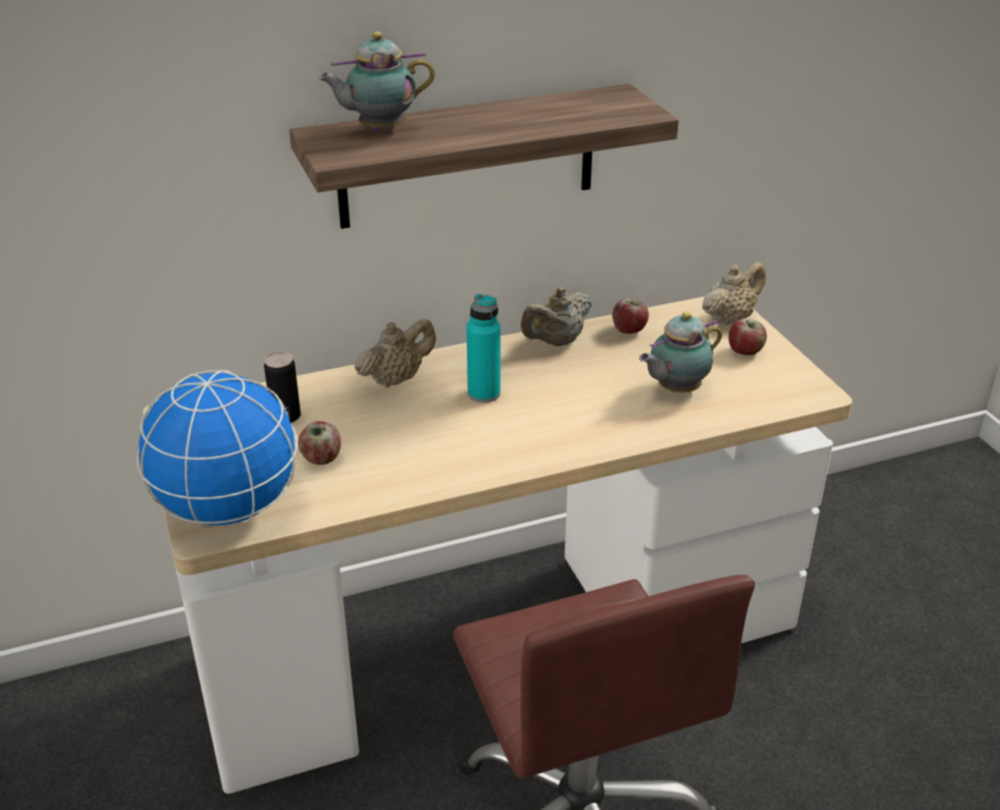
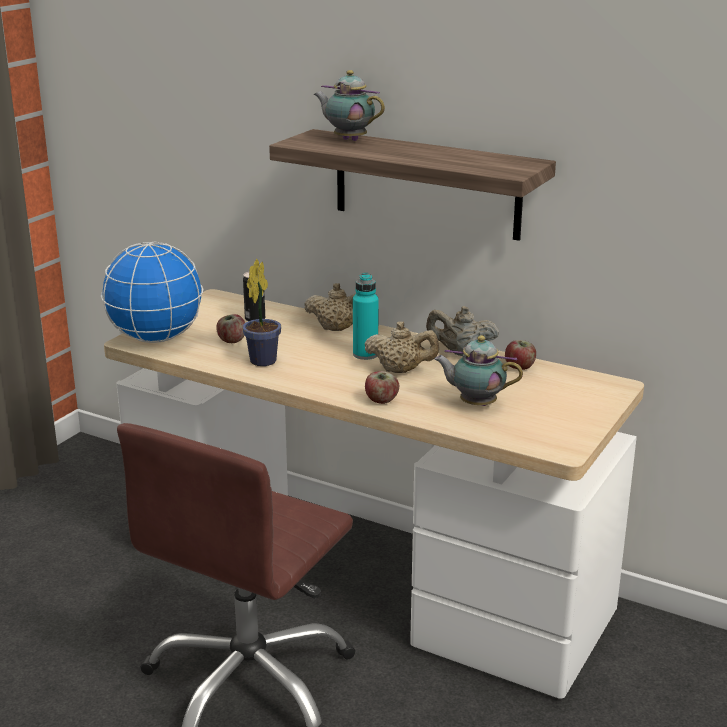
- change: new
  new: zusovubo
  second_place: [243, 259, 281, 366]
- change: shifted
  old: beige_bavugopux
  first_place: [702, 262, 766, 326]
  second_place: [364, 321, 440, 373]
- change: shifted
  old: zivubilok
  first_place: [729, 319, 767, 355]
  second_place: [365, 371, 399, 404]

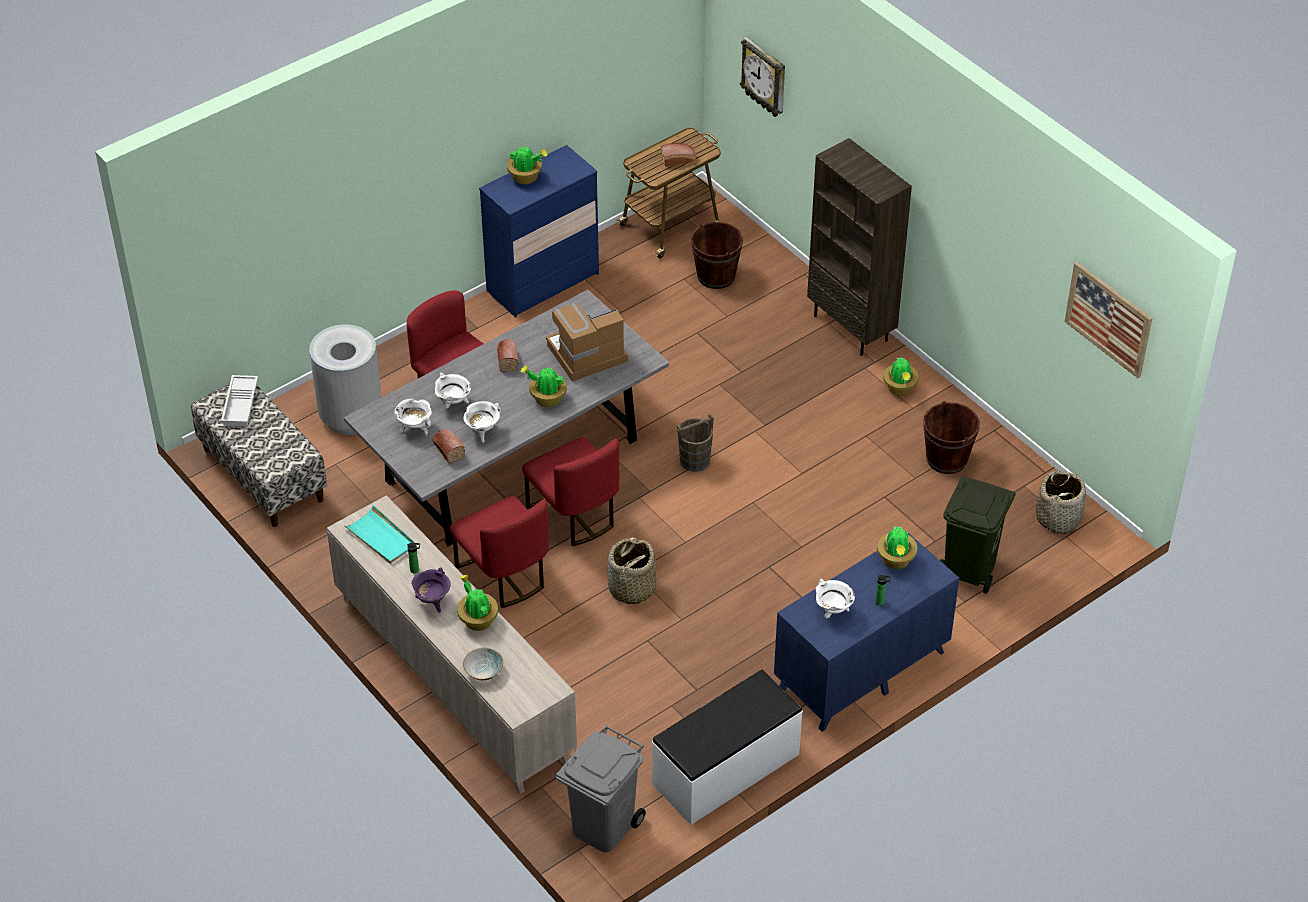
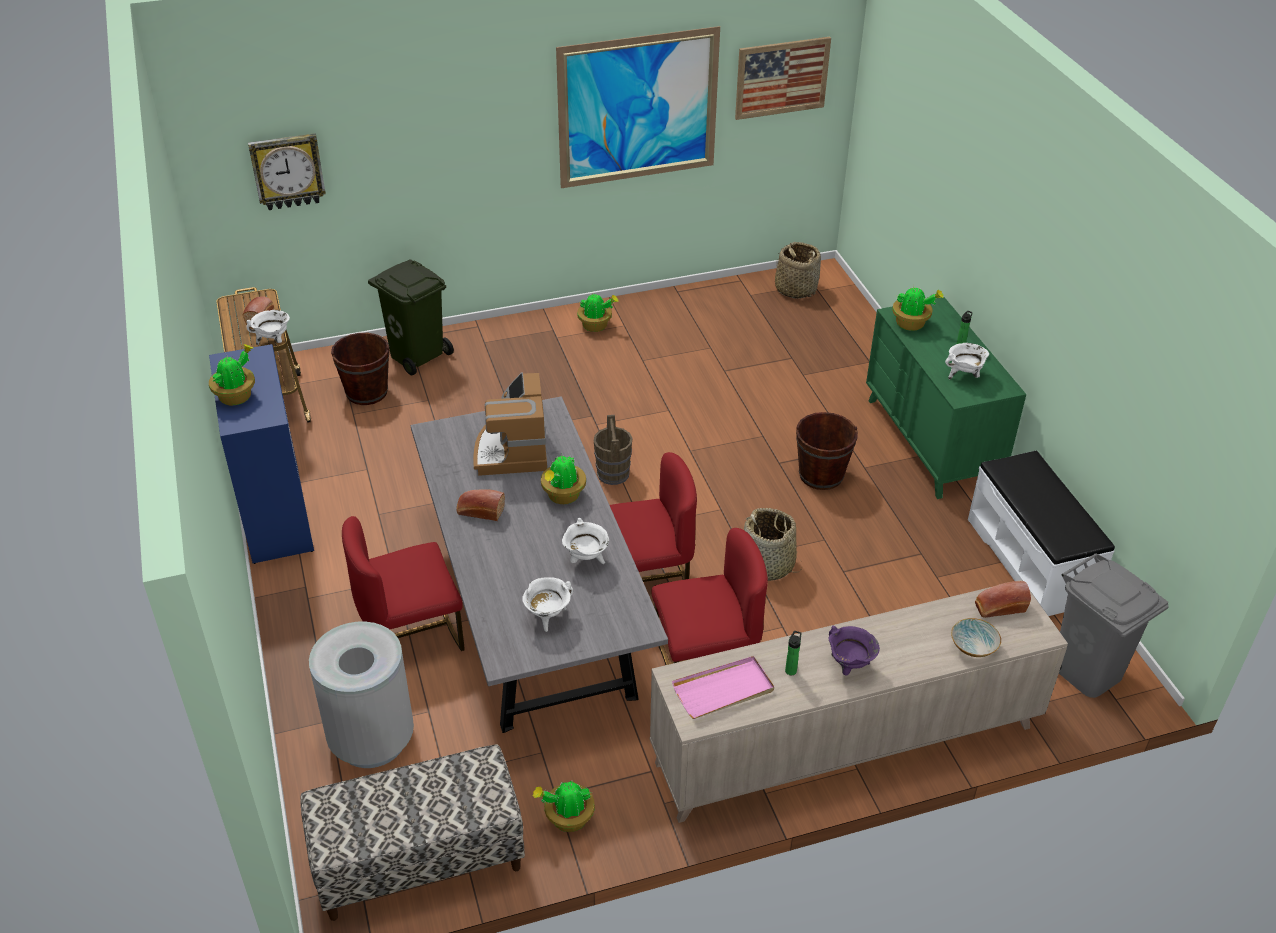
- change: shifted
  old: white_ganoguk
  first_place: [435, 373, 471, 409]
  second_place: [246, 310, 290, 345]
- change: shifted
  old: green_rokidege
  first_place: [940, 476, 1015, 594]
  second_place: [368, 259, 454, 376]
- change: shifted
  old: zusovubo
  first_place: [457, 574, 498, 631]
  second_place: [533, 780, 595, 832]
- change: new
  new: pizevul
  second_place: [556, 26, 720, 188]
- change: repainted
  old: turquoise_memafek
  new: pink_memafek
  first_place: [345, 505, 415, 564]
  second_place: [672, 656, 774, 719]
- change: shifted
  old: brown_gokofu
  first_place: [923, 401, 980, 474]
  second_place: [796, 412, 858, 490]
- change: repainted
  old: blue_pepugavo
  new: green_pepugavo
  first_place: [774, 532, 959, 732]
  second_place: [866, 297, 1026, 499]
- change: shifted
  old: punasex
  first_place: [432, 429, 465, 464]
  second_place: [975, 581, 1031, 618]
- change: gone
  old: white_memafek
  first_place: [221, 375, 258, 427]
- change: gone
  old: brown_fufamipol
  first_place: [807, 138, 912, 356]

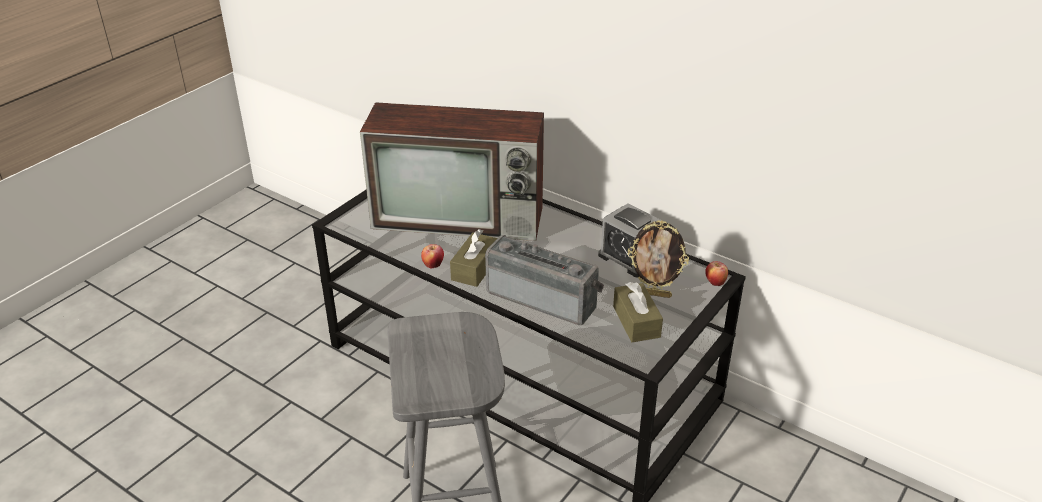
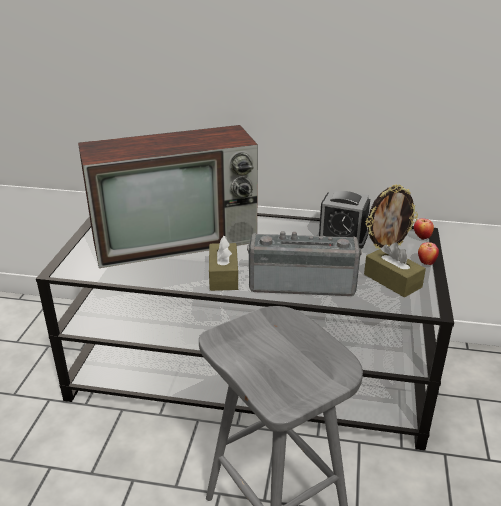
- change: shifted
  old: zivubilok
  first_place: [421, 244, 444, 269]
  second_place: [418, 242, 439, 265]

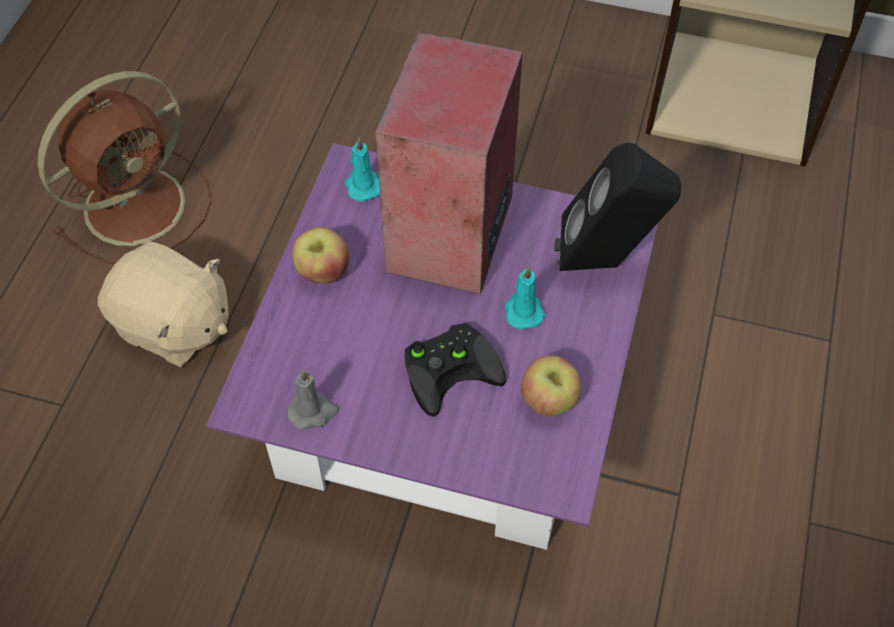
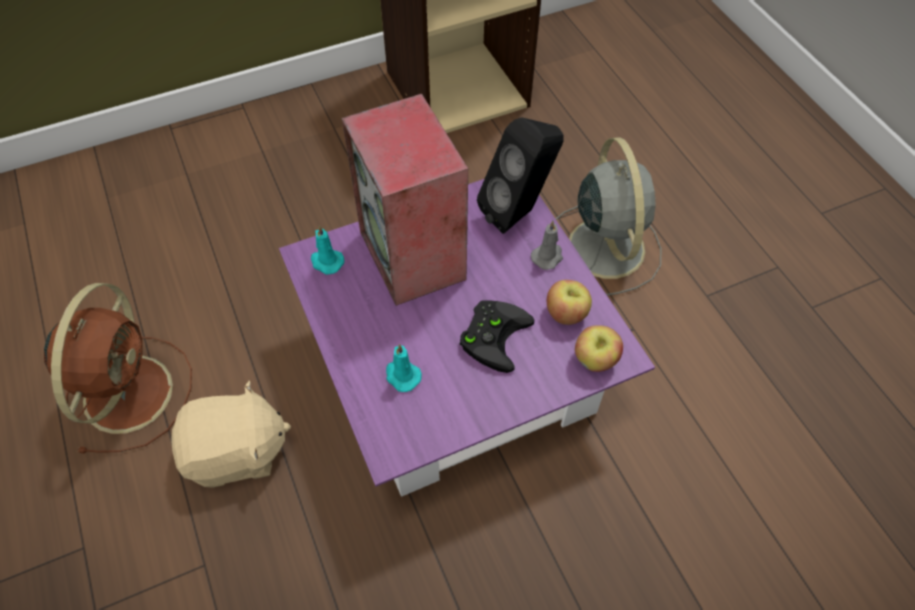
- change: shifted
  old: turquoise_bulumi
  first_place: [505, 266, 545, 329]
  second_place: [386, 344, 422, 392]
- change: shifted
  old: grey_bulumi
  first_place: [287, 370, 339, 430]
  second_place: [531, 221, 563, 270]
- change: new
  new: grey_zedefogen
  second_place: [556, 137, 661, 296]
- change: shifted
  old: zivubilok
  first_place: [292, 227, 350, 283]
  second_place: [575, 325, 623, 372]

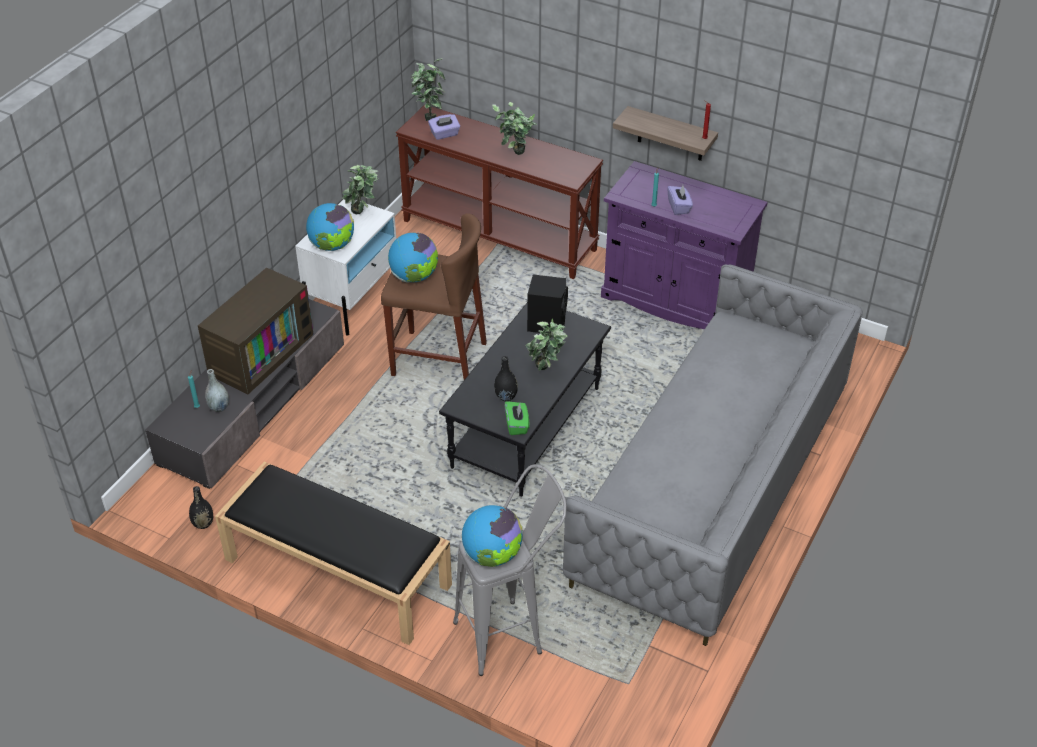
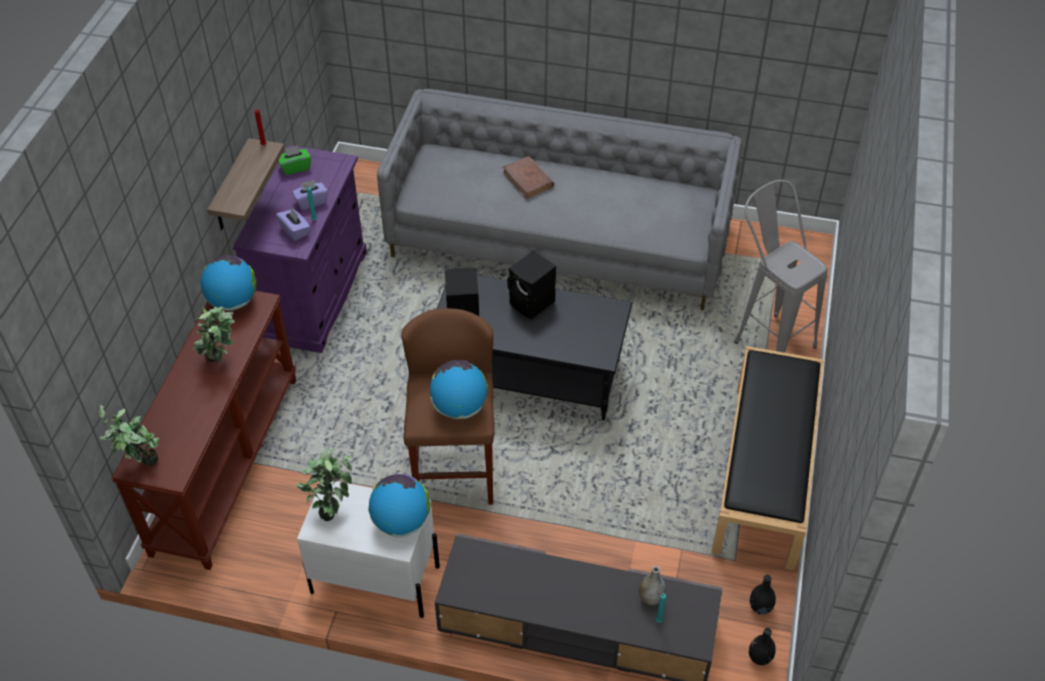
- change: shifted
  old: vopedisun
  first_place: [462, 505, 523, 567]
  second_place: [200, 255, 256, 311]
- change: shifted
  old: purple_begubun
  first_place: [428, 114, 460, 140]
  second_place: [276, 207, 310, 241]
- change: shifted
  old: green_begubun
  first_place: [505, 401, 529, 435]
  second_place: [278, 146, 311, 175]
- change: new
  new: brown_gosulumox
  second_place: [502, 156, 554, 199]
- change: swapped
  old: zusovubo
  new: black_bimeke
  first_place: [525, 318, 568, 371]
  second_place: [507, 250, 556, 319]
- change: shifted
  old: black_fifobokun
  first_place: [494, 356, 518, 401]
  second_place: [749, 628, 776, 665]
- change: gone
  old: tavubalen
  first_place: [198, 267, 314, 394]

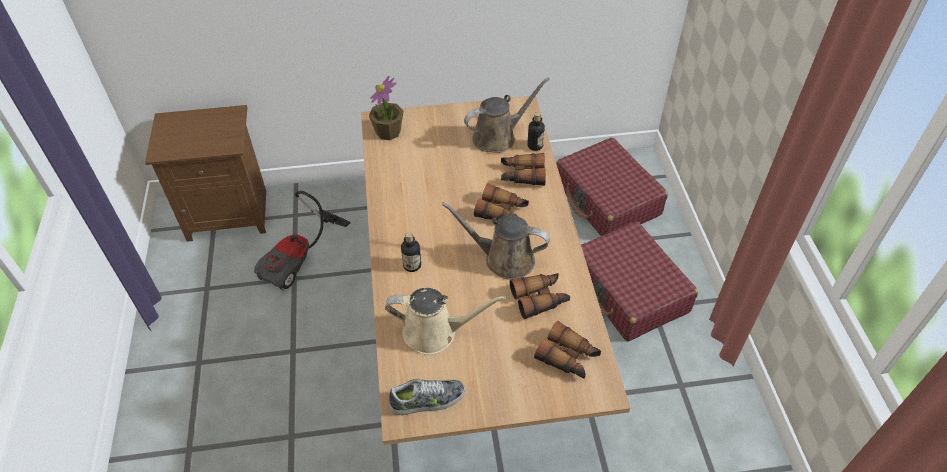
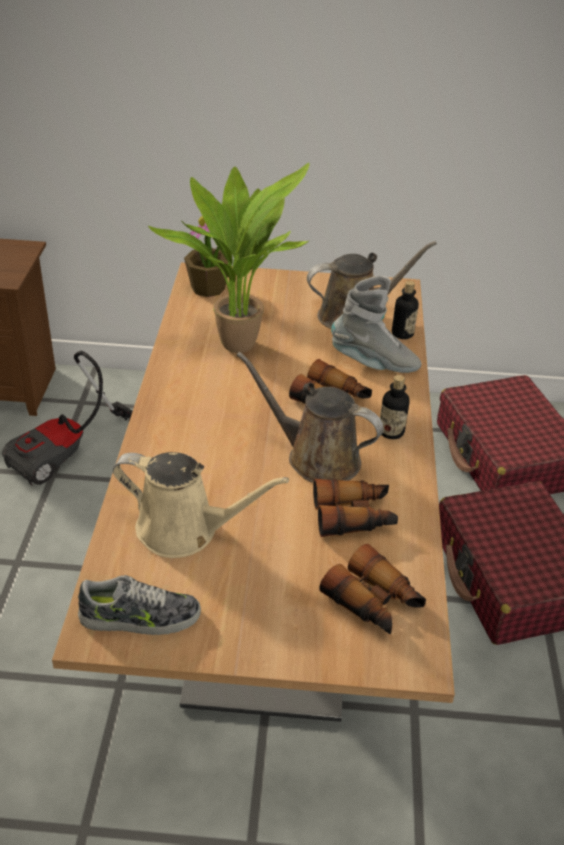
- change: new
  new: zusovubo
  second_place: [148, 163, 311, 353]
- change: swapped
  old: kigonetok
  new: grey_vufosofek
  first_place: [501, 153, 546, 186]
  second_place: [331, 276, 421, 373]
- change: shifted
  old: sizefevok
  first_place: [401, 232, 421, 272]
  second_place: [380, 375, 409, 439]

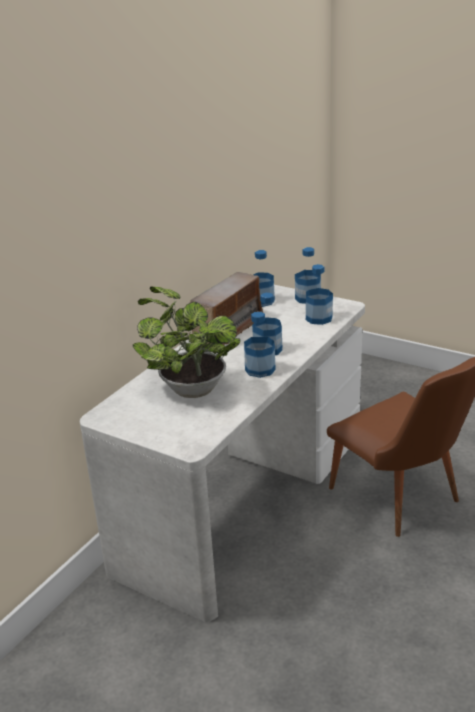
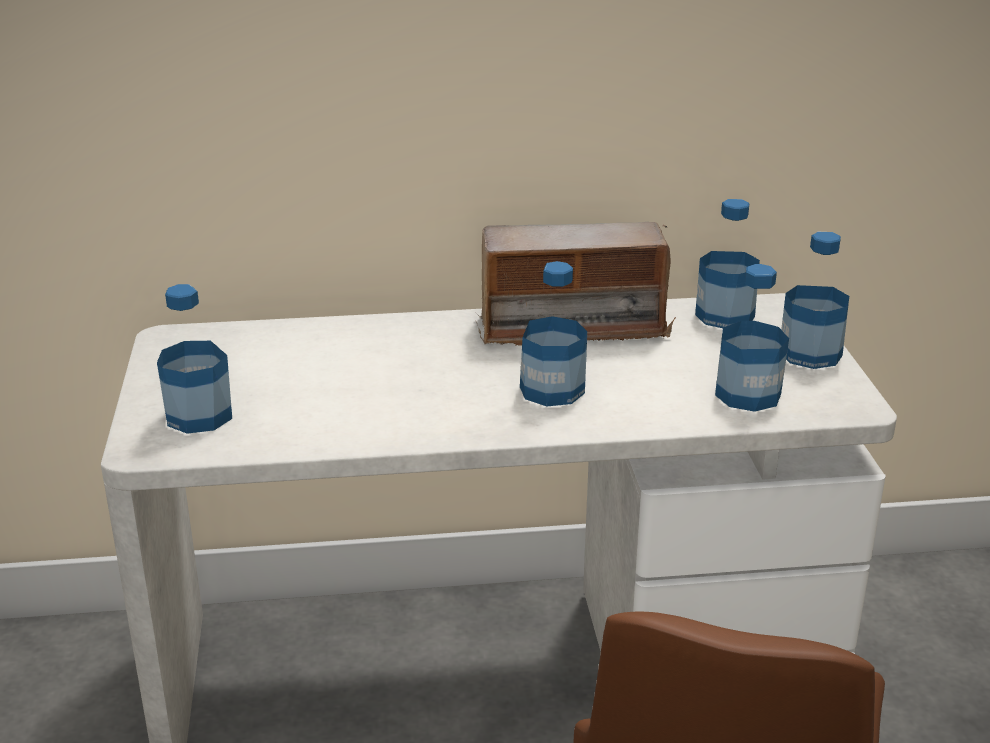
- change: shifted
  old: sizefevok
  first_place: [244, 312, 276, 378]
  second_place: [157, 284, 232, 434]
- change: gone
  old: zusovubo
  first_place: [133, 286, 240, 398]

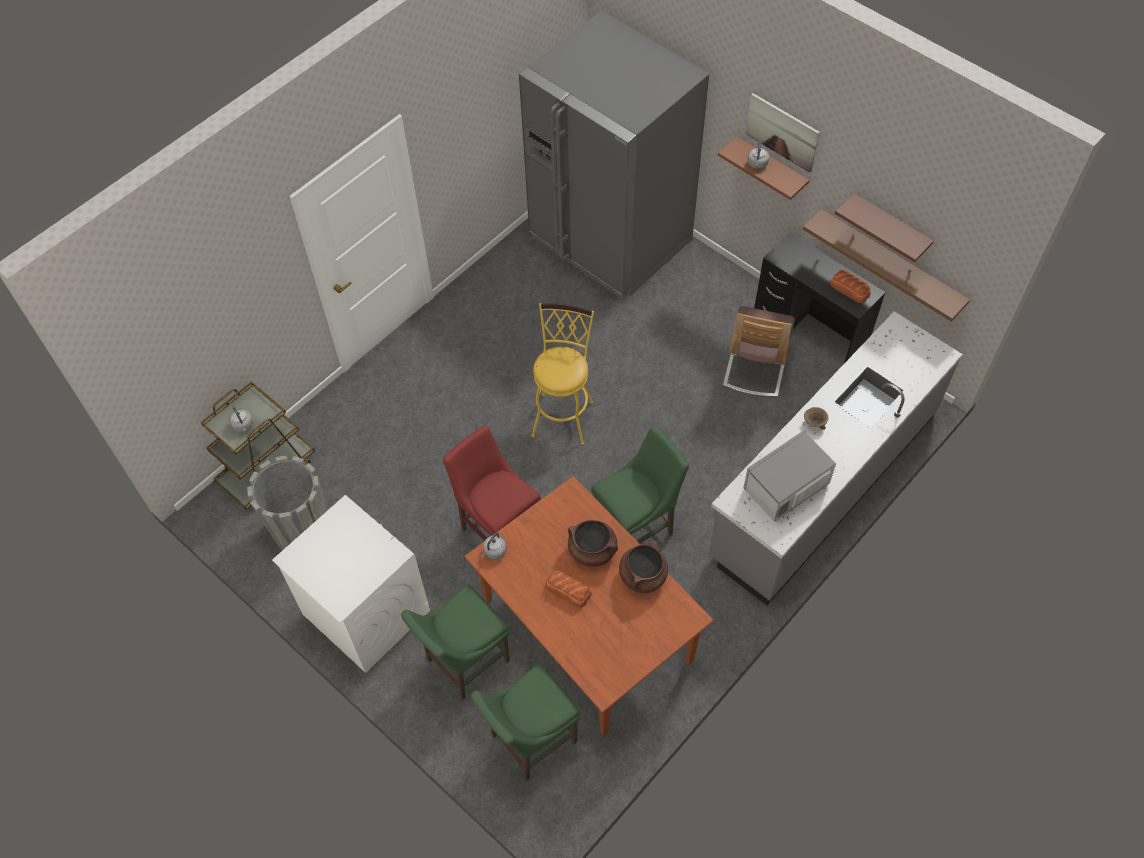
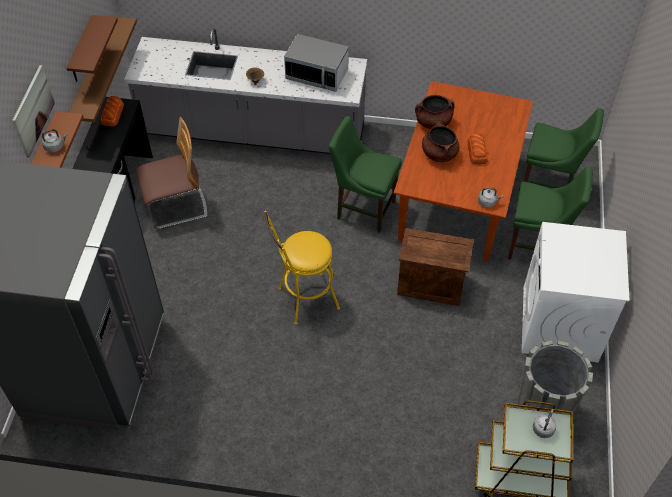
- change: swapped
  old: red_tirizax
  new: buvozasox
  first_place: [443, 425, 541, 541]
  second_place: [397, 228, 474, 306]

